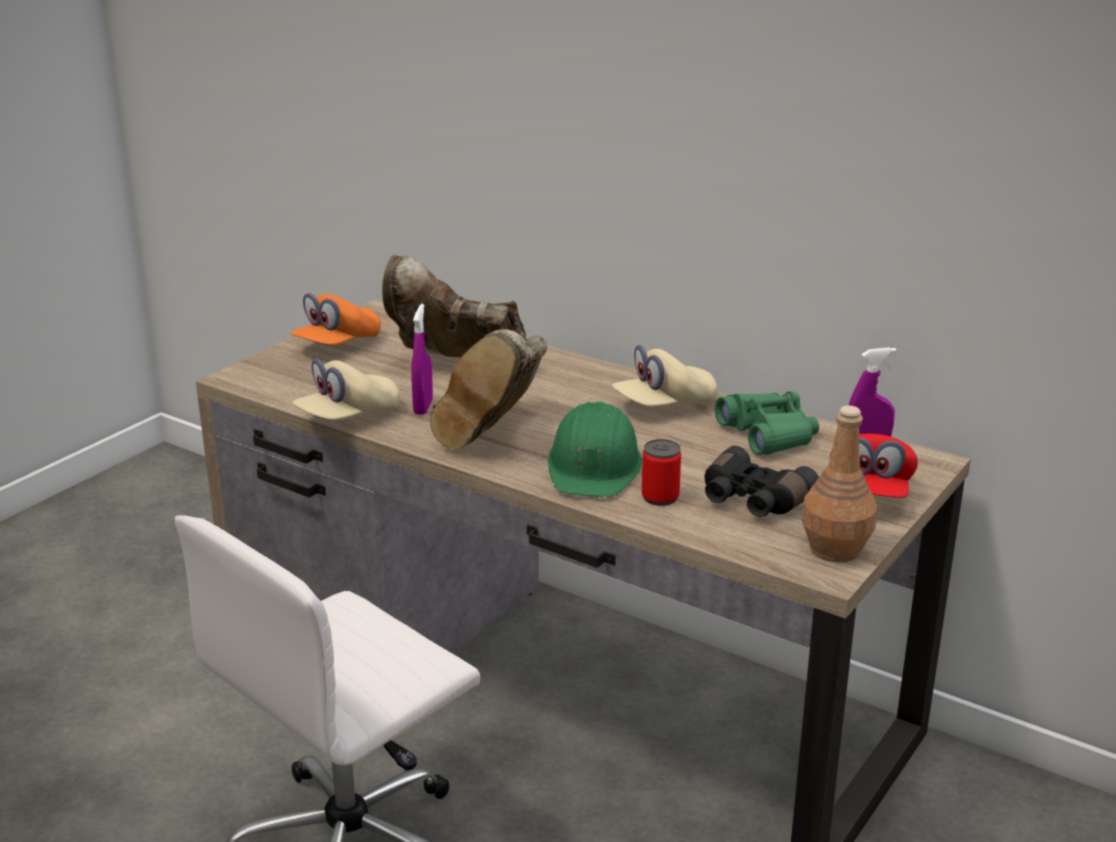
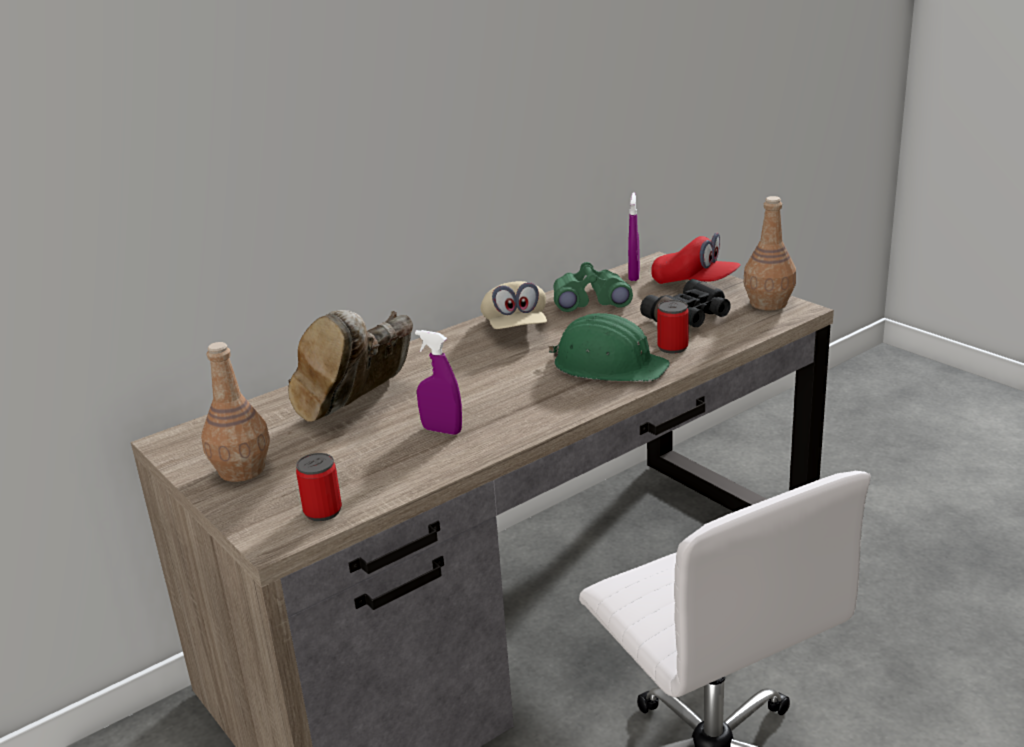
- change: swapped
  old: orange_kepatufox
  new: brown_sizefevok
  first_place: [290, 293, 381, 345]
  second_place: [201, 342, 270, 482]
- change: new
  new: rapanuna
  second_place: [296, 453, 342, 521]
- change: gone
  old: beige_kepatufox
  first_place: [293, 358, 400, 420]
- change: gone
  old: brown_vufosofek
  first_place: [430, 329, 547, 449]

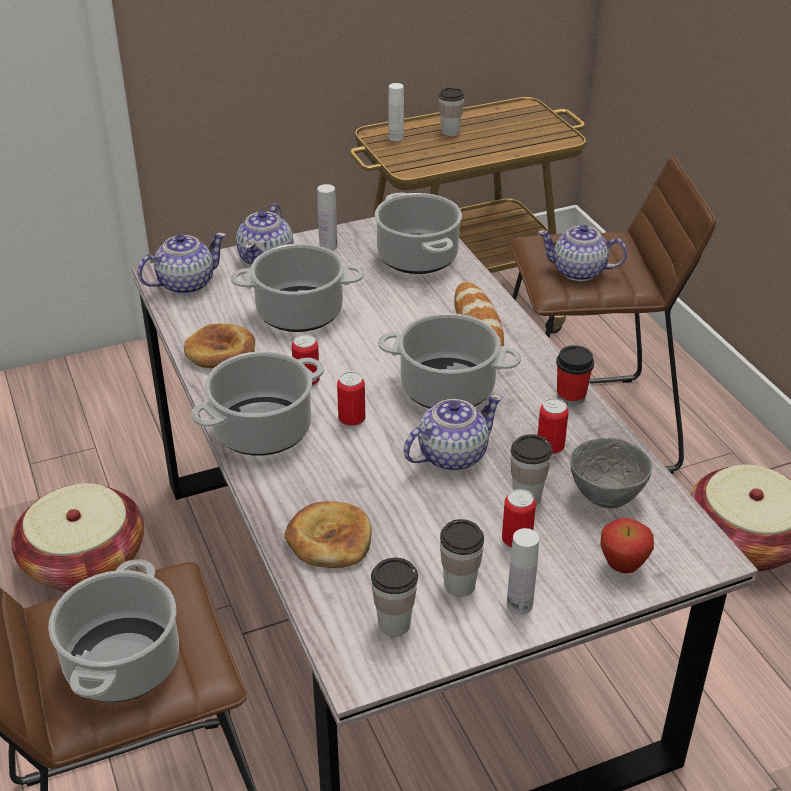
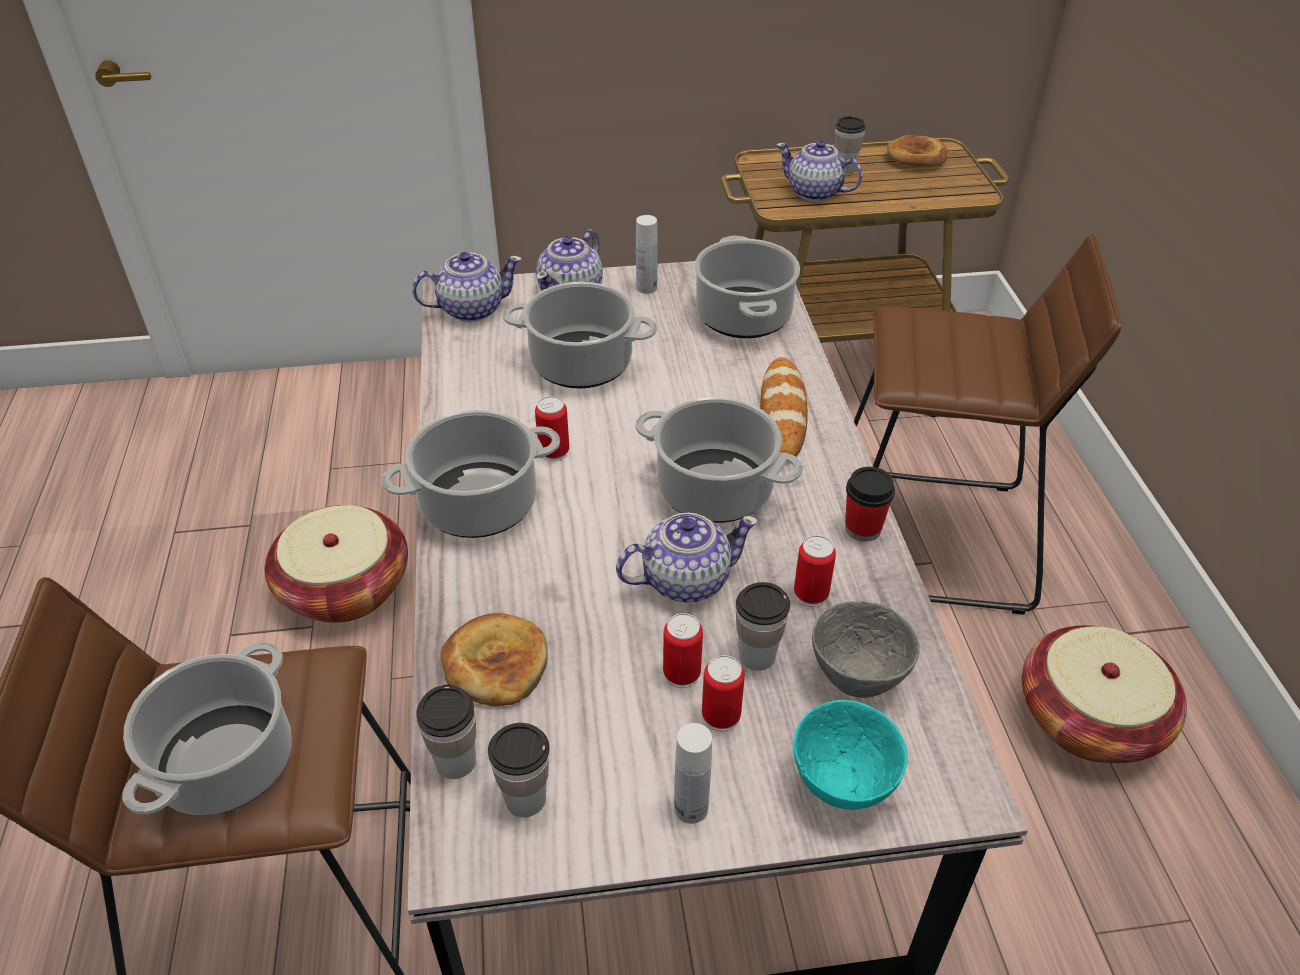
- change: shifted
  old: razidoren
  first_place: [440, 519, 484, 597]
  second_place: [416, 685, 476, 779]
- change: shifted
  old: rapanuna
  first_place: [337, 372, 365, 429]
  second_place: [663, 613, 703, 688]
- change: shifted
  old: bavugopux
  first_place: [538, 225, 627, 281]
  second_place: [776, 140, 863, 202]
- change: swapped
  old: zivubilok
  new: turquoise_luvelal
  first_place: [601, 518, 654, 573]
  second_place: [793, 700, 908, 810]
- change: shifted
  old: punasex
  first_place: [184, 324, 255, 368]
  second_place: [887, 135, 948, 167]
- change: gone
  old: white_sizefevok
  first_place: [388, 83, 404, 141]

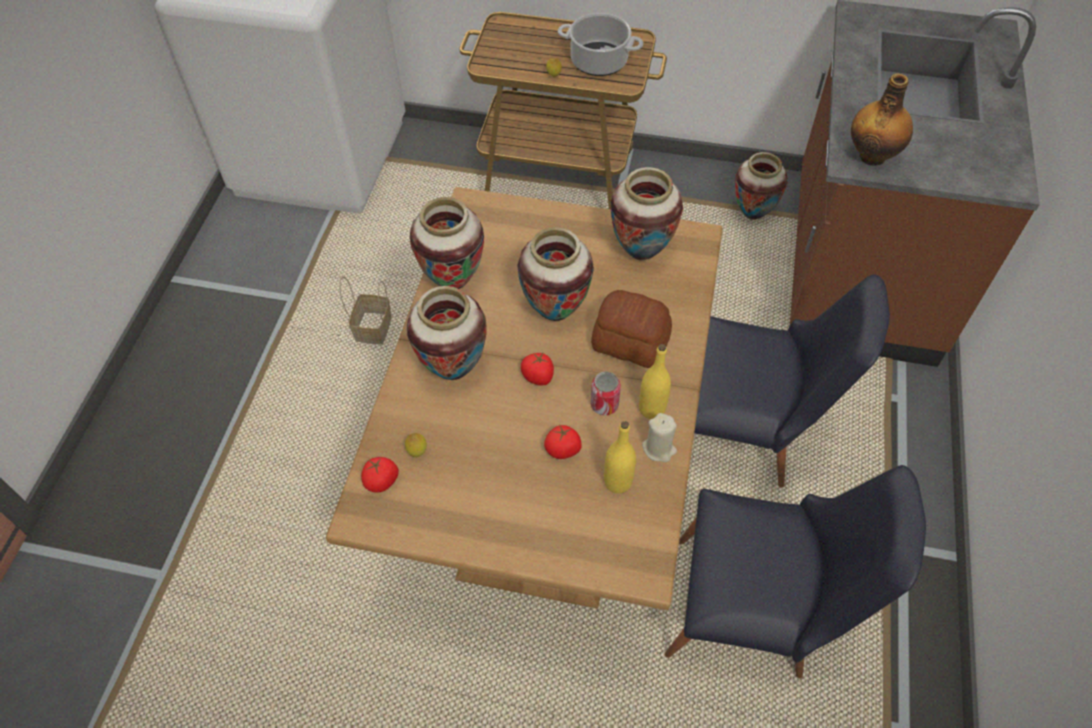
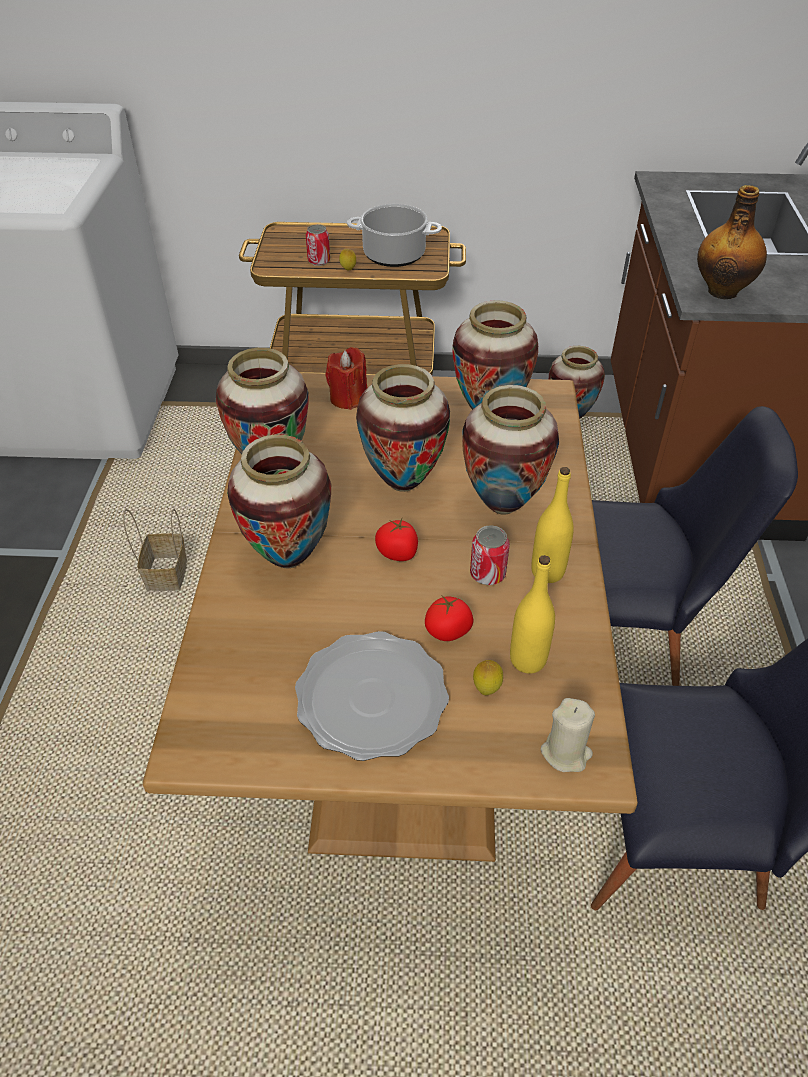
- change: new
  new: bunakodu
  second_place: [295, 631, 449, 761]
- change: new
  new: rapanuna
  second_place: [306, 224, 330, 266]
- change: new
  new: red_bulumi
  second_place: [326, 347, 368, 410]
- change: swapped
  old: punasex
  new: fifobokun
  first_place: [591, 290, 672, 368]
  second_place: [462, 385, 559, 515]
- change: shifted
  old: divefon
  first_place: [405, 433, 427, 457]
  second_place: [473, 660, 503, 695]
- change: shifted
  old: beige_bulumi
  first_place: [642, 413, 677, 462]
  second_place: [540, 698, 595, 772]
- change: gone
  old: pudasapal
  first_place: [361, 457, 399, 492]

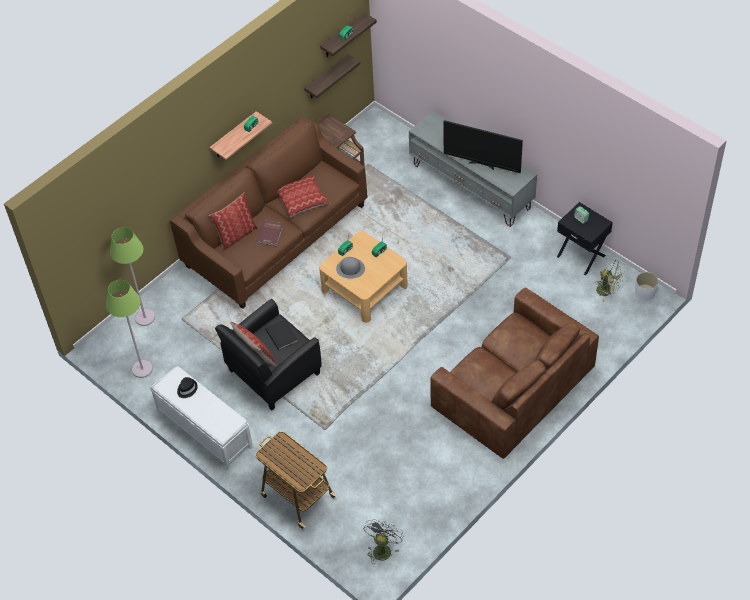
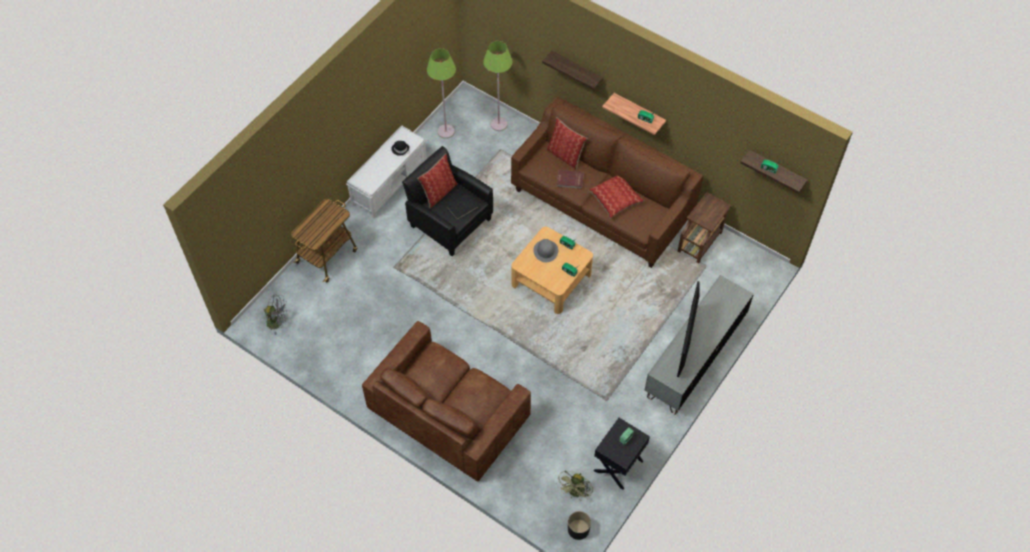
- change: shifted
  old: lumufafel
  first_place: [304, 54, 360, 98]
  second_place: [542, 51, 603, 90]
- change: repainted
  old: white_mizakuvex
  new: black_mizakuvex
  first_place: [635, 272, 658, 301]
  second_place: [568, 511, 591, 540]

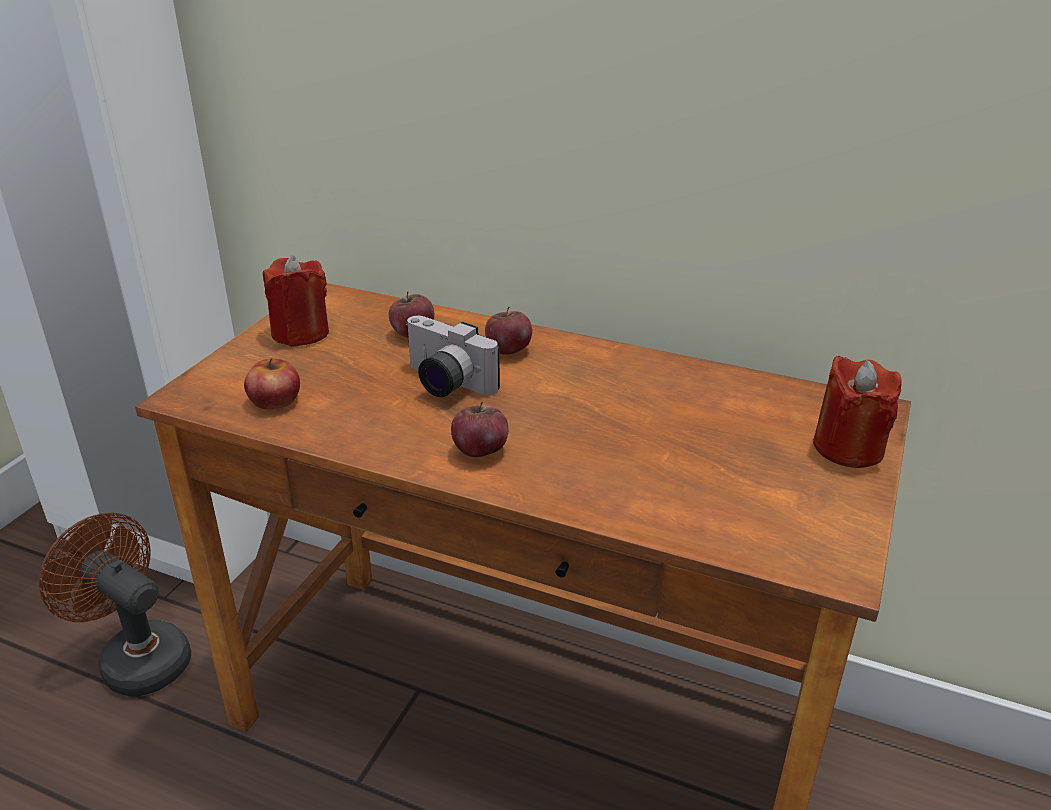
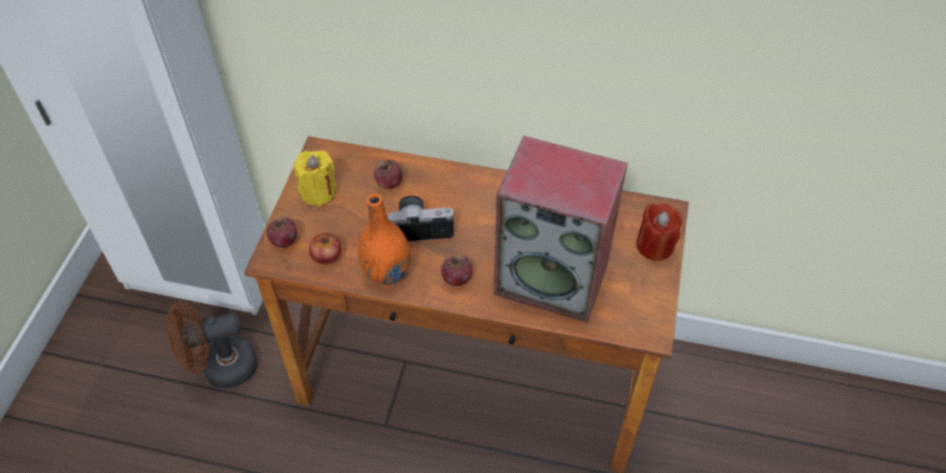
- change: rotated
  old: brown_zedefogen
  first_place: [39, 512, 191, 697]
  second_place: [166, 301, 257, 388]
  degrees: -45
- change: shifted
  old: zivubilok
  first_place: [485, 307, 532, 355]
  second_place: [266, 218, 297, 248]
- change: repainted
  old: red_bulumi
  new: yellow_bulumi
  first_place: [263, 255, 329, 347]
  second_place: [294, 151, 336, 207]
- change: new
  new: orange_fifobokun
  second_place: [358, 193, 411, 285]
- change: rotated
  old: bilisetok
  first_place: [405, 316, 500, 397]
  second_place: [387, 196, 454, 241]
  degrees: 150
- change: new
  new: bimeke
  second_place: [494, 136, 628, 323]

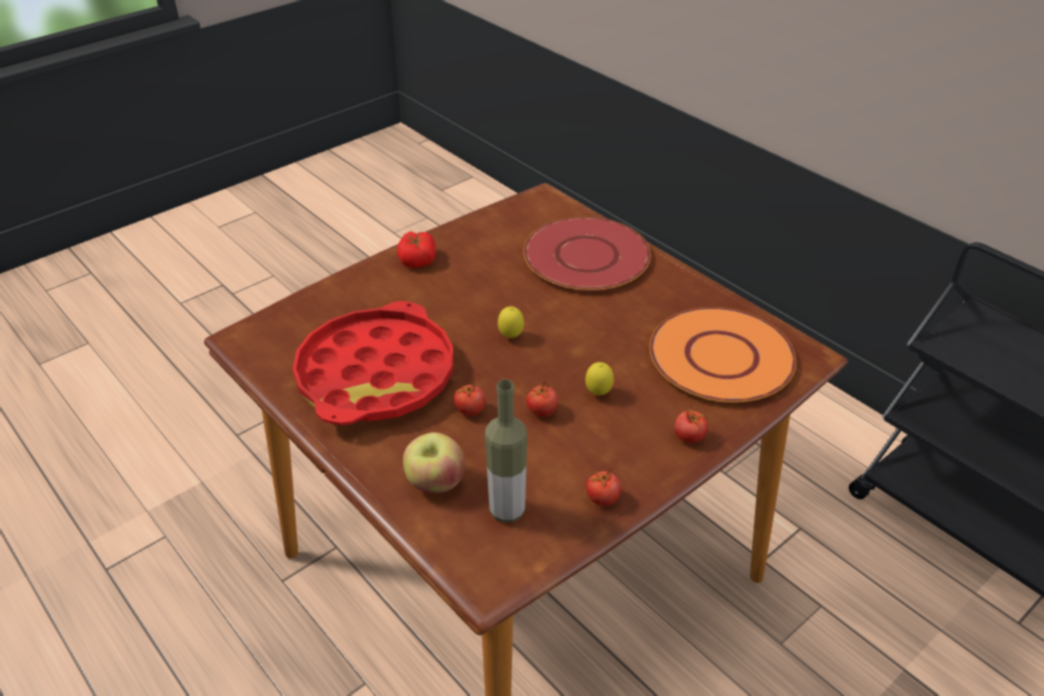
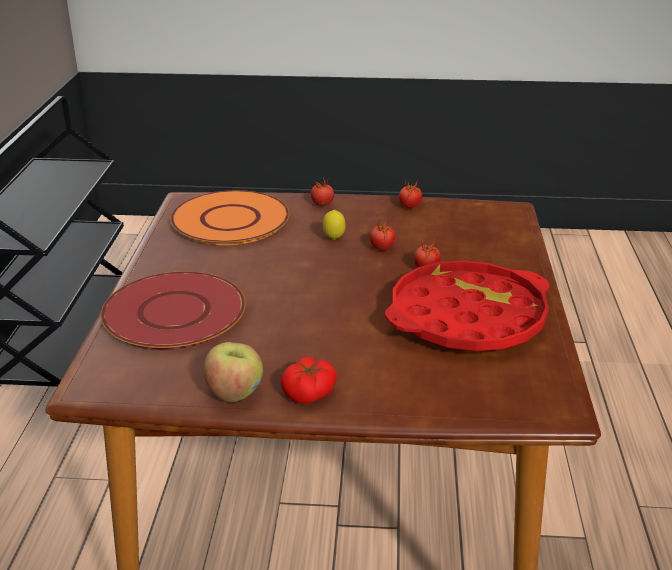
- change: shifted
  old: zivubilok
  first_place: [403, 432, 465, 493]
  second_place: [204, 342, 263, 402]
- change: gone
  old: sizefevok
  first_place: [485, 380, 527, 523]
- change: gone
  old: divefon
  first_place: [498, 307, 524, 338]

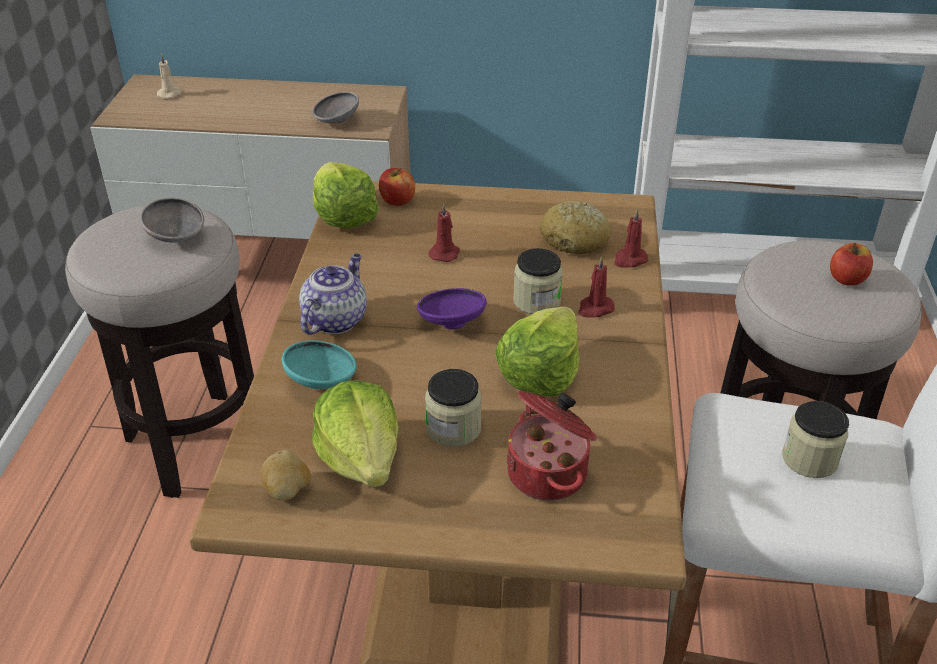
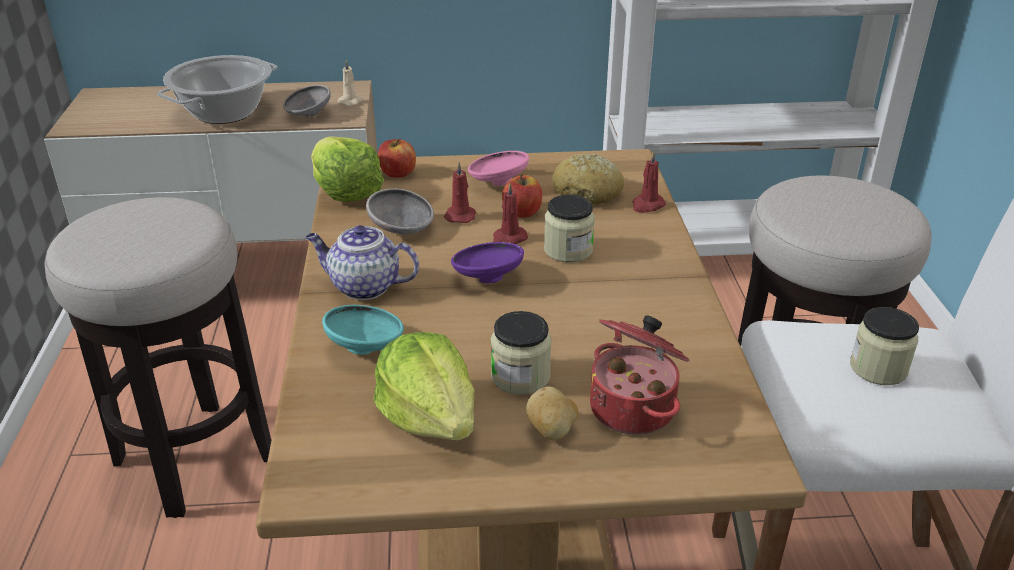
- change: new
  new: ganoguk
  second_place: [157, 55, 277, 124]
- change: rotated
  old: bavugopux
  first_place: [299, 253, 367, 335]
  second_place: [306, 225, 419, 300]
  degrees: -90
- change: shifted
  old: beige_bulumi
  first_place: [157, 54, 182, 99]
  second_place: [337, 60, 362, 106]
- change: shifted
  old: grey_luvelal
  first_place: [140, 198, 204, 243]
  second_place: [366, 188, 434, 234]
- change: new
  new: pink_luvelal
  second_place: [468, 151, 529, 186]
- change: shifted
  old: red_bulumi
  first_place: [578, 256, 615, 317]
  second_place: [493, 182, 528, 244]
- change: shifted
  old: zivubilok
  first_place: [830, 243, 873, 286]
  second_place: [502, 174, 542, 218]
- change: shifted
  old: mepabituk
  first_place: [260, 450, 311, 501]
  second_place: [526, 387, 579, 440]
- change: gone
  old: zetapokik
  first_place: [495, 307, 579, 396]

